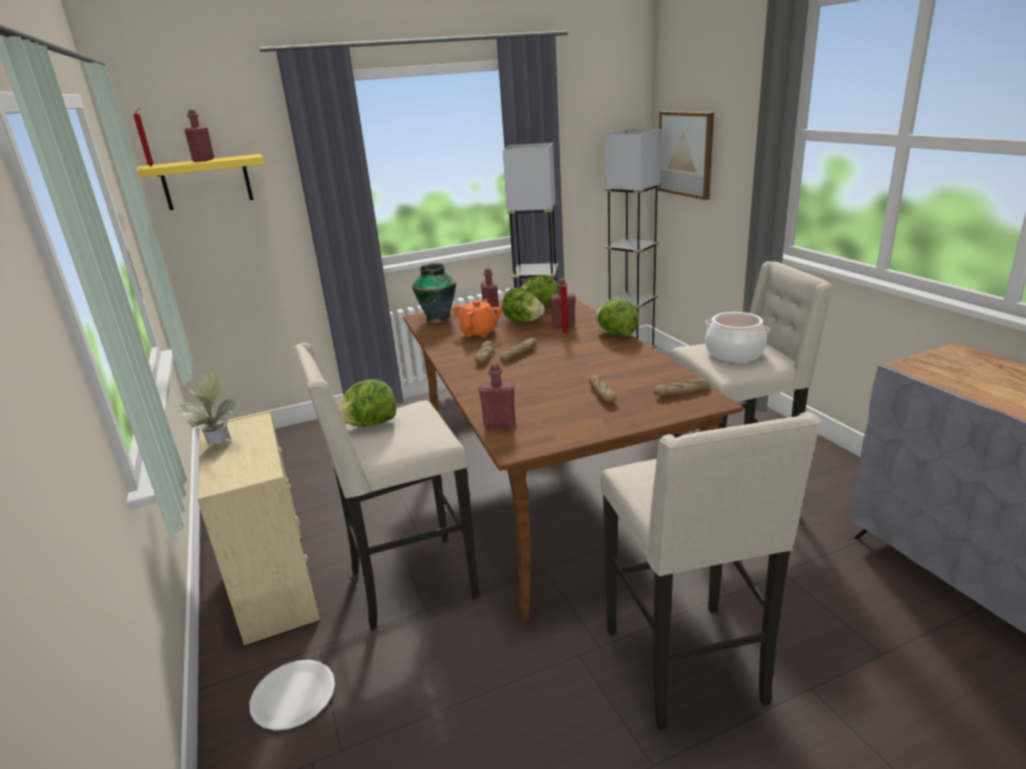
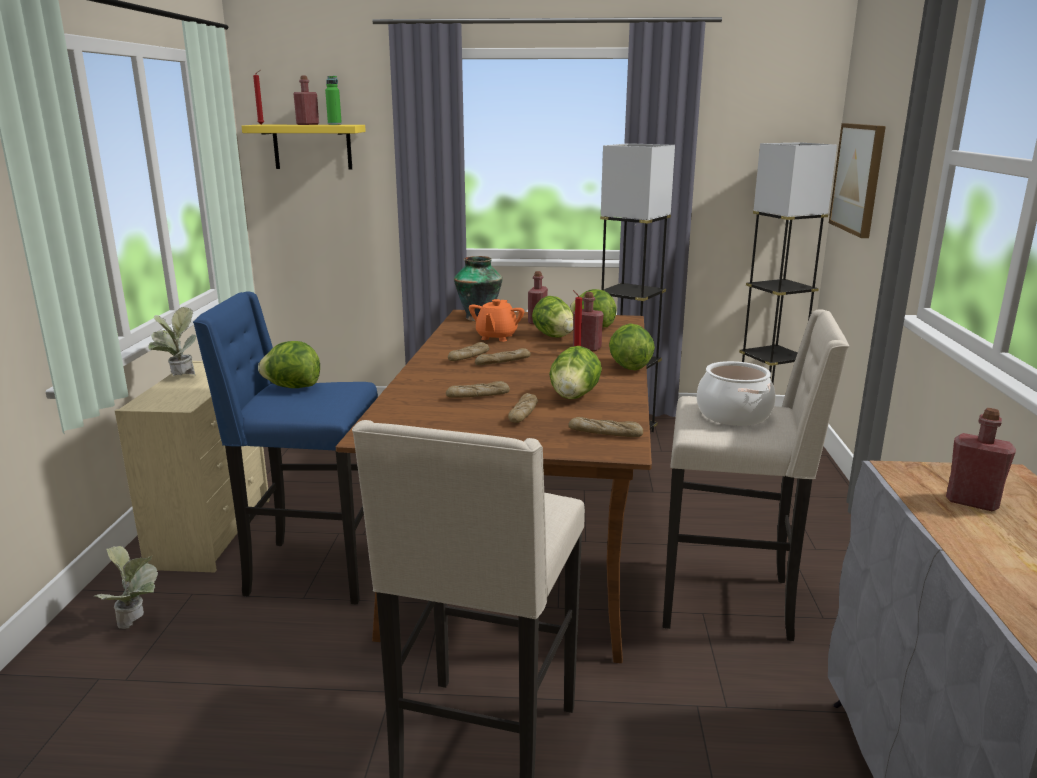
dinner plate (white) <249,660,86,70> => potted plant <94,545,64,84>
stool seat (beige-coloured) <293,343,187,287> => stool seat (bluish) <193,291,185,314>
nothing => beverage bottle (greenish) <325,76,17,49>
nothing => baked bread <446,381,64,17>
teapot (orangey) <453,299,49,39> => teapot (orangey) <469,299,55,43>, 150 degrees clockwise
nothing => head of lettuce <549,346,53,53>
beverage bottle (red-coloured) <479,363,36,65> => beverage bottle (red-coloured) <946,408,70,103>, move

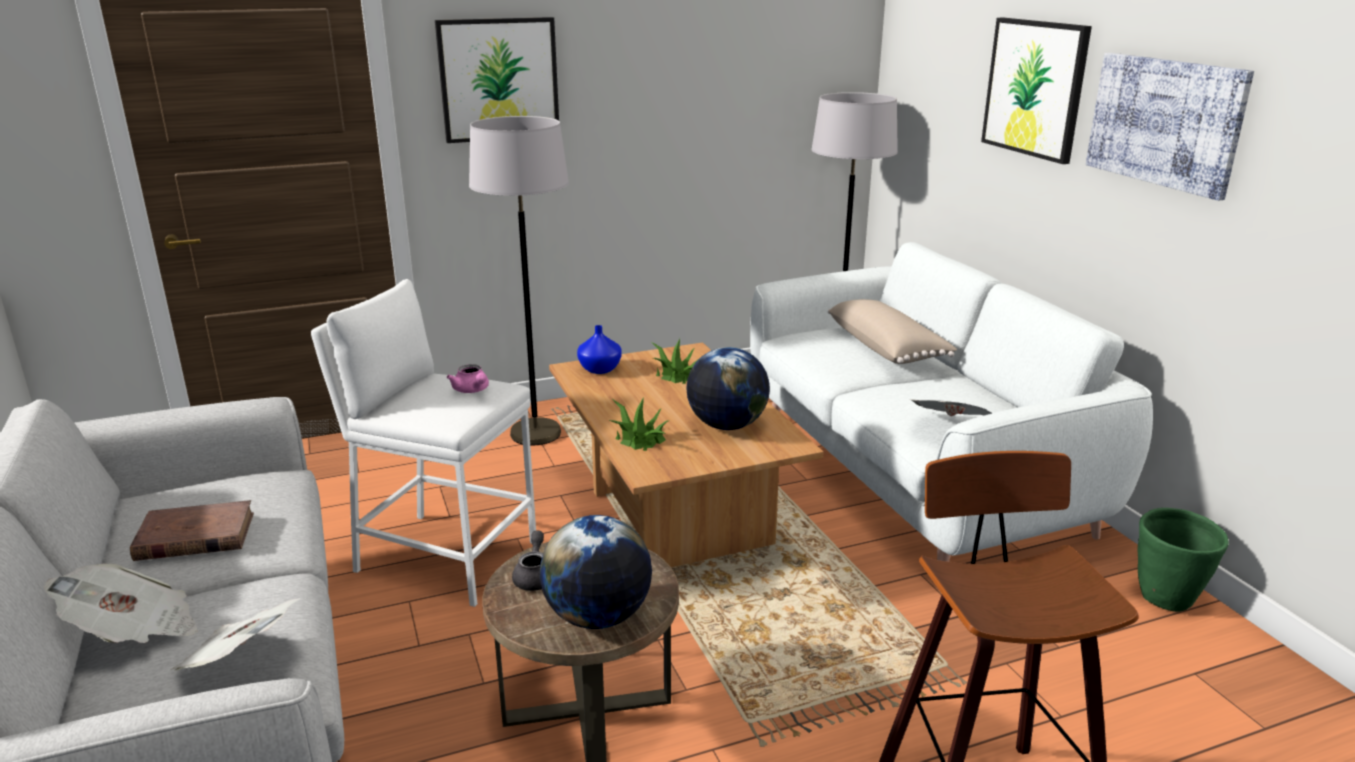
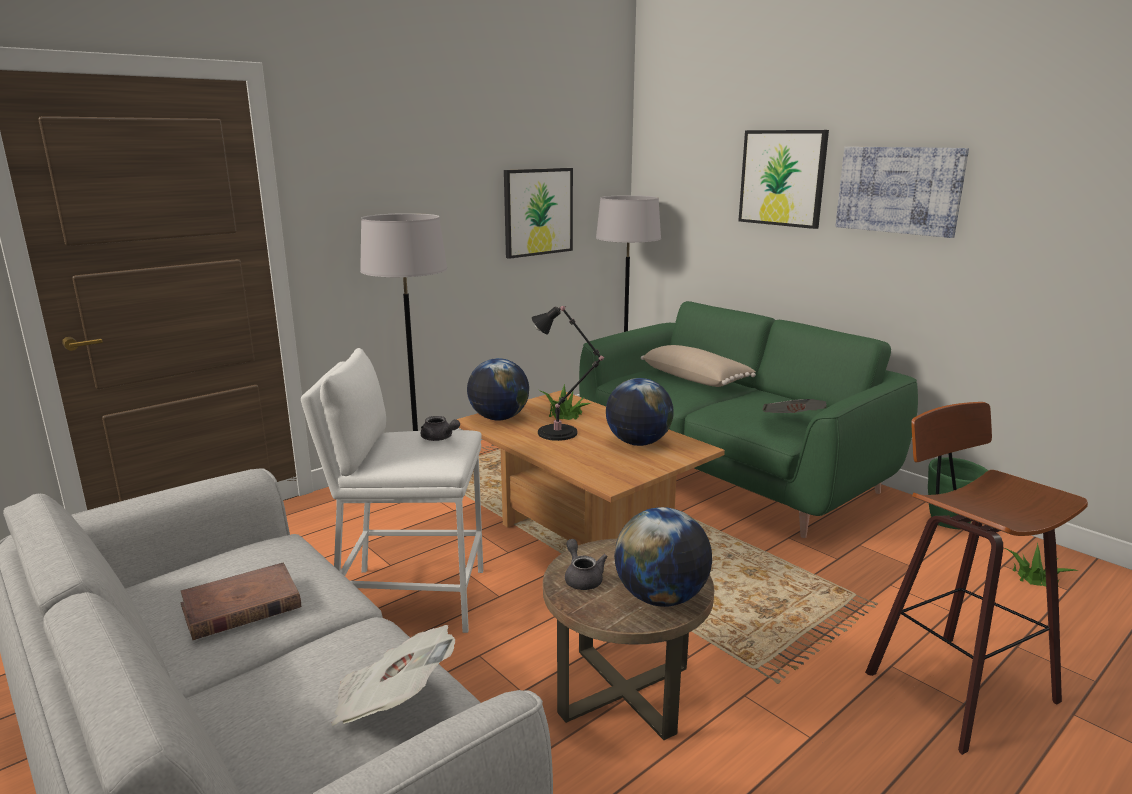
teapot (pink-coloured) <447,364,42,29> => teapot (gray) <421,416,39,25>
vase (bluish) <577,325,45,49> => world globe <467,358,62,62>
wall picture <435,17,124,126> => wall picture <504,168,69,91>, move
nothing => tabletop lamp (black-coloured) <532,306,73,135>
couch (white) <750,242,403,320> => couch (greenish) <579,301,339,237>
potted plant <608,397,61,54> => potted plant <1003,543,75,44>, move
newspaper <44,563,154,80> => nothing

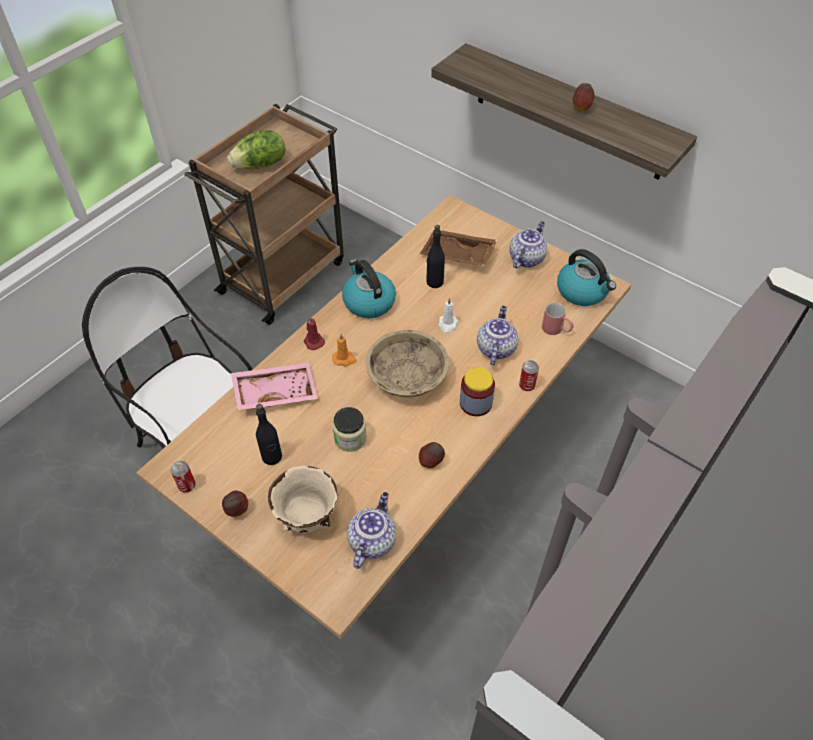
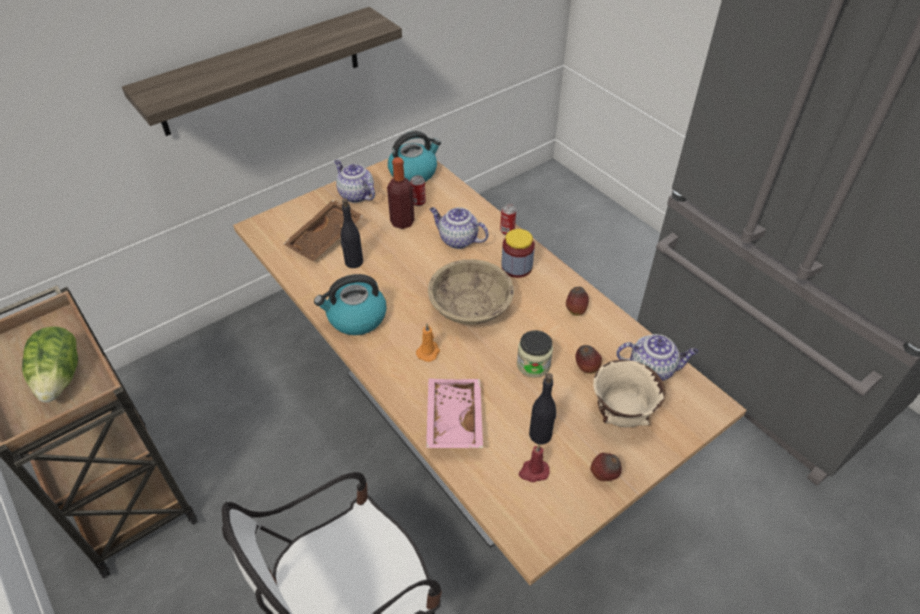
nothing => beverage bottle <387,157,28,72>
metal can <171,461,25,32> => metal can <410,175,16,31>, move
wax candle (red-coloured) <304,316,21,34> => wax candle (red-coloured) <519,444,31,38>, move
apple fruit <572,83,23,29> => apple fruit <576,345,26,29>, move
teapot <347,492,49,77> => teapot <616,334,82,47>, 150 degrees clockwise
wax candle (white) <438,298,20,36> => nothing
tea mug (red-coloured) <542,303,32,32> => nothing

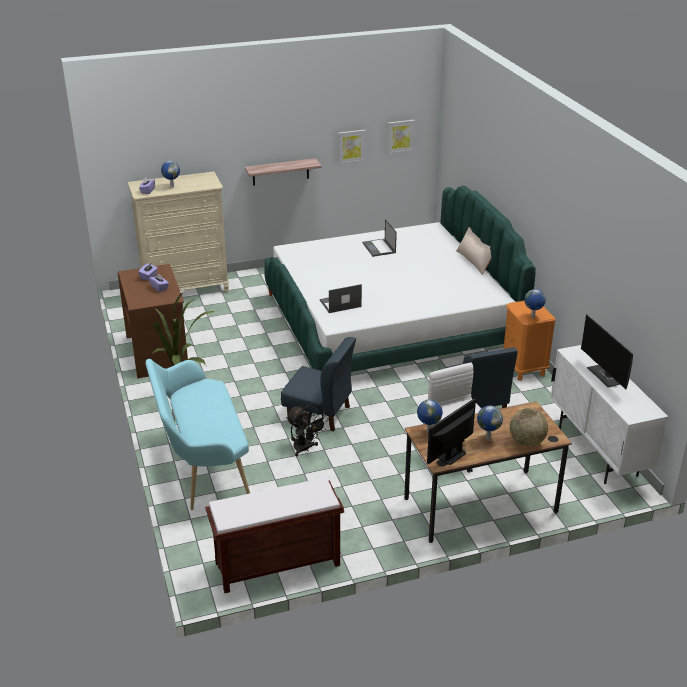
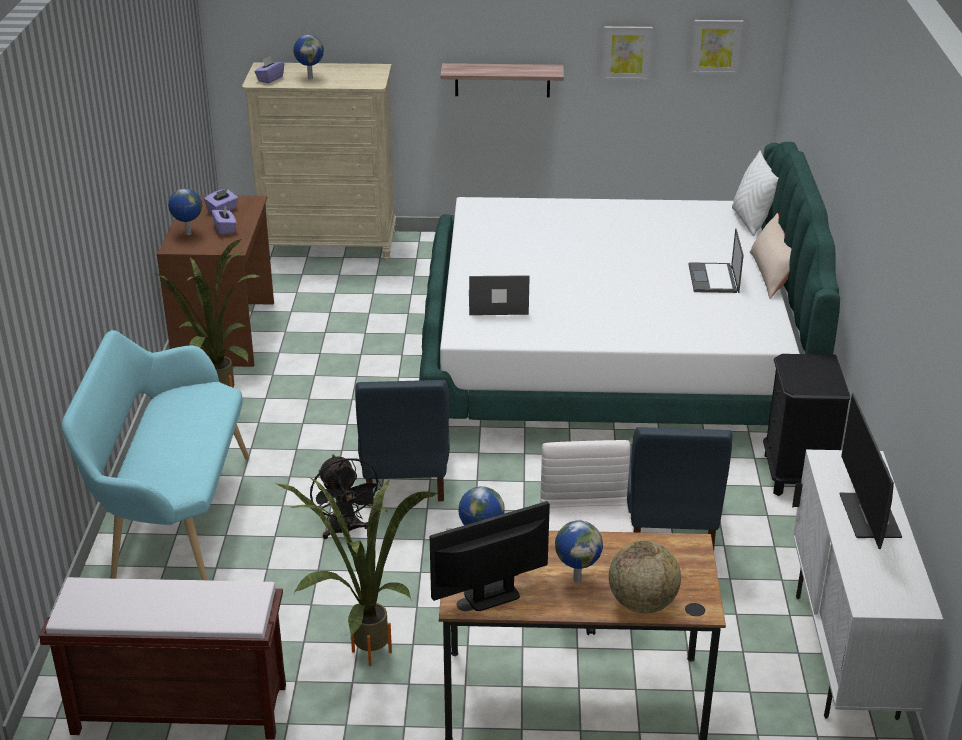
world globe <524,289,22,29> => world globe <168,188,34,47>, move
nothing => potted plant <277,477,161,189>
plain chair (bluish) <281,337,75,94> => plain chair (bluish) <355,380,95,125>, 45 degrees clockwise
portable computer <362,219,35,38> => portable computer <689,228,55,65>, move
nothing => throw pillow (white) <732,150,47,86>
night table (orangey) <503,301,53,80> => night table (black-coloured) <763,354,87,142>

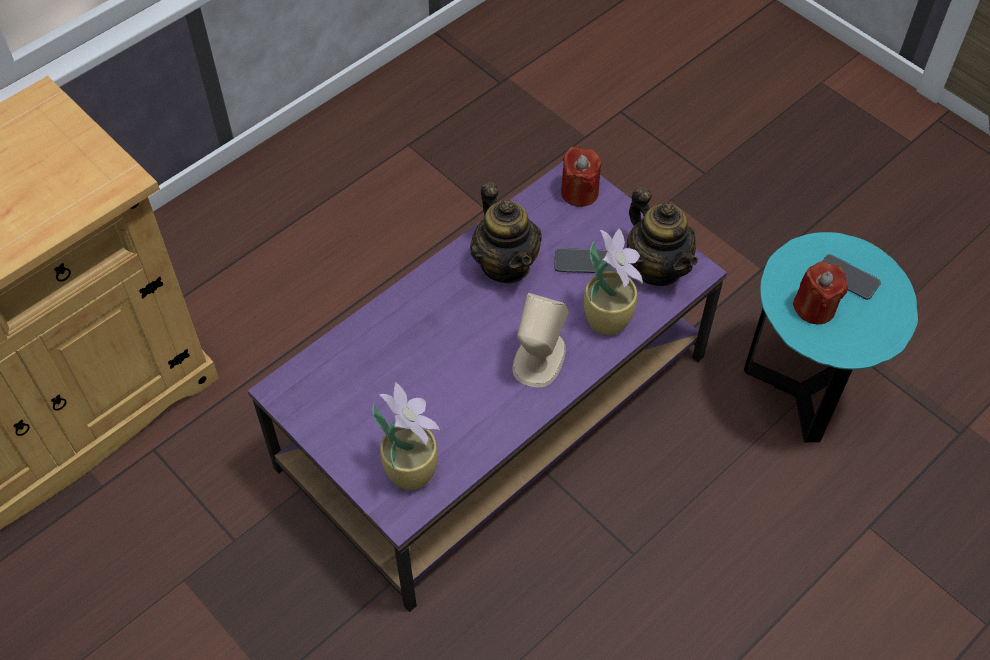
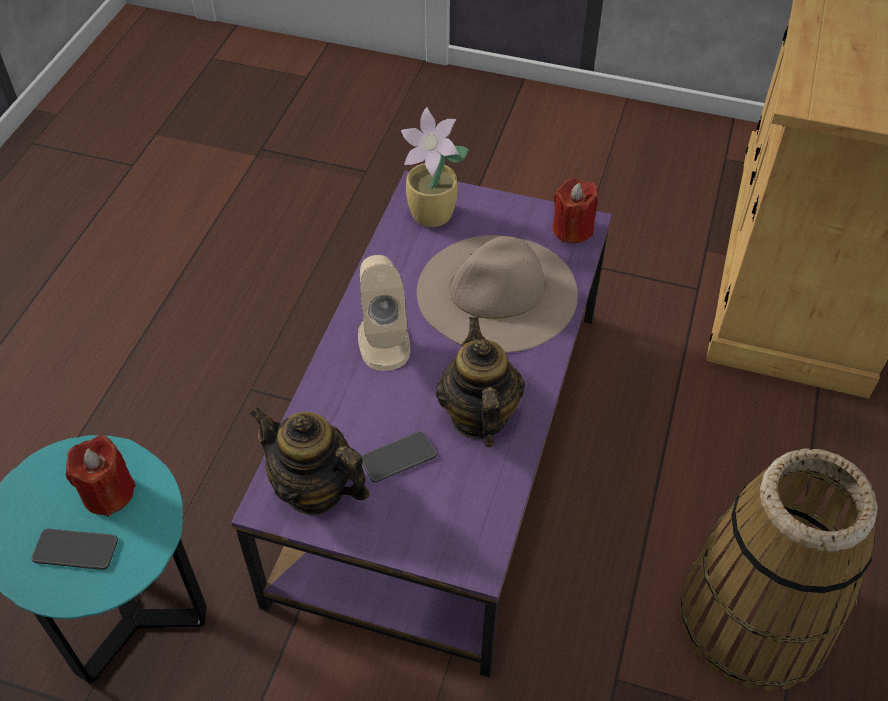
nothing => clothing hat (beige-coloured) <417,235,161,118>
teapot <470,182,72,101> => teapot <436,317,89,131>, 45 degrees clockwise
wax candle (red-coloured) <561,146,41,61> => wax candle (red-coloured) <553,179,45,64>, move
nothing => storage basket <679,448,199,244>
potted plant <584,229,59,106> => nothing

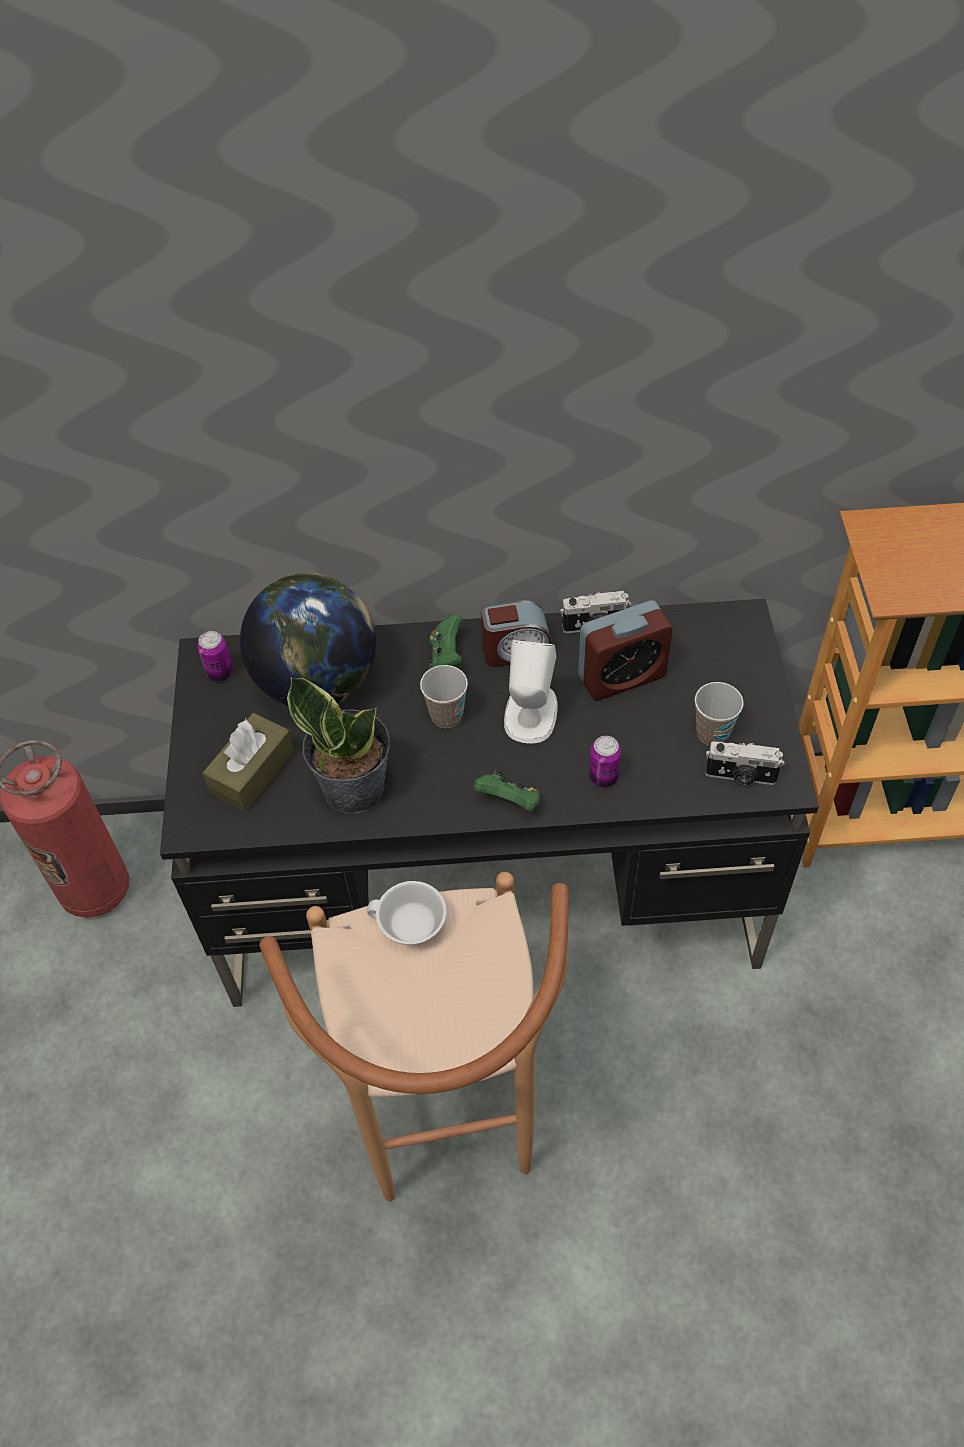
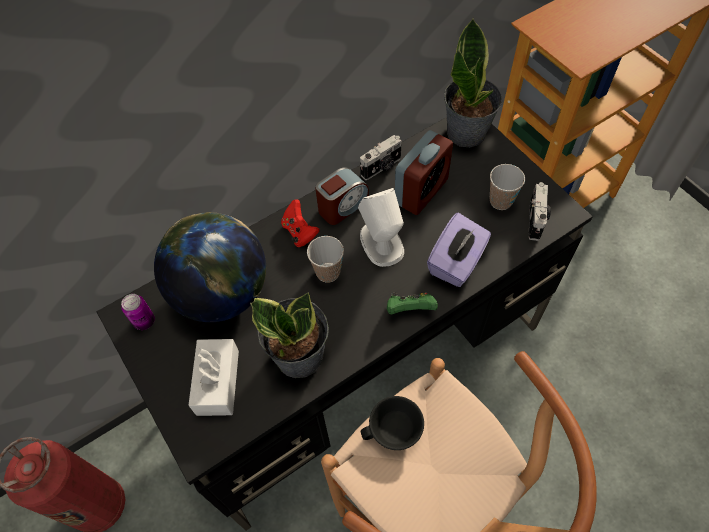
box of tissues (brown) <202,713,92,99> => box of tissues (white) <188,339,51,77>
gamepad (greenish) <428,614,34,55> => gamepad (red-coloured) <281,199,39,48>
drinking cup (white) <367,881,80,64> => drinking cup (black-coloured) <361,396,63,54>
metal can <589,736,32,51> => box of tissues (purple-coloured) <427,213,64,74>
nothing => potted plant <444,18,59,129>
still camera <706,741,79,44> => still camera <528,182,23,59>, 60 degrees counterclockwise

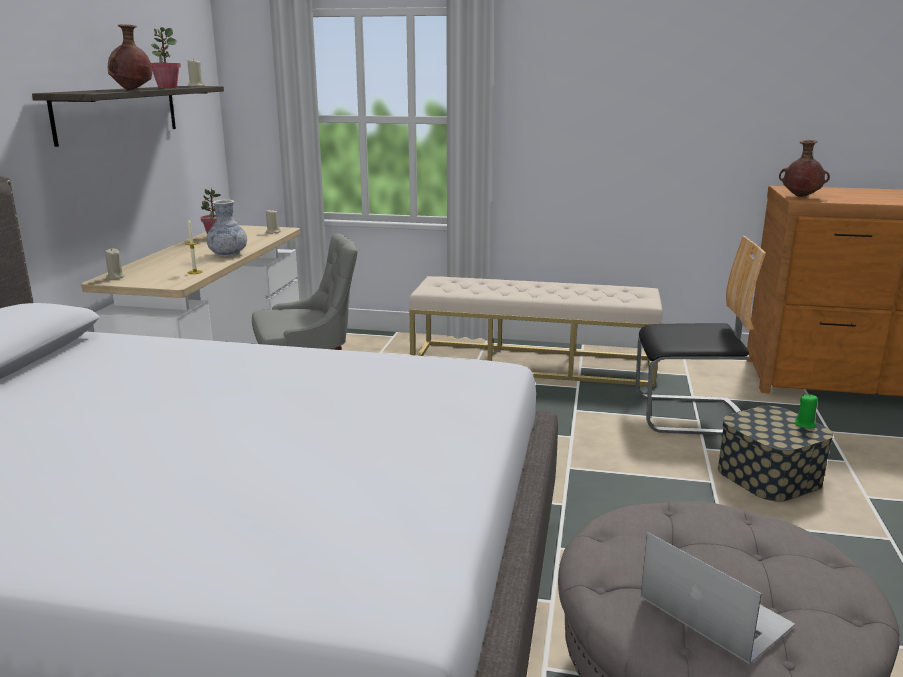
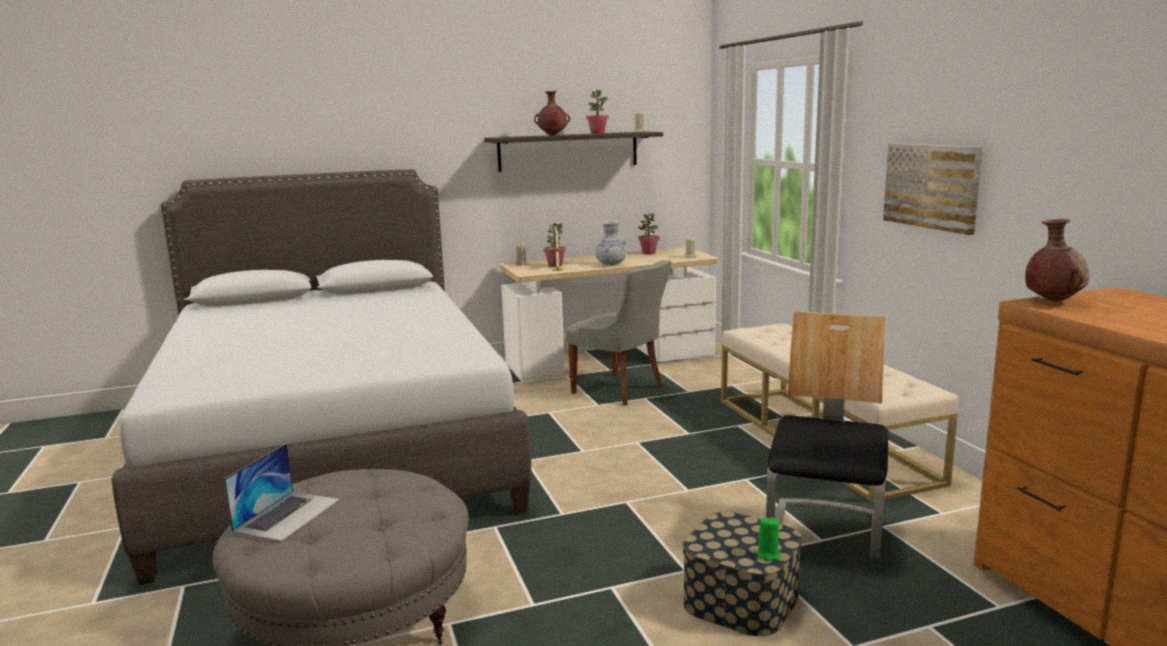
nothing => potted plant <544,223,22,44>
plain chair <636,236,130,199> => plain chair <766,311,122,255>, 135 degrees counterclockwise
nothing => wall picture <883,143,100,92>

